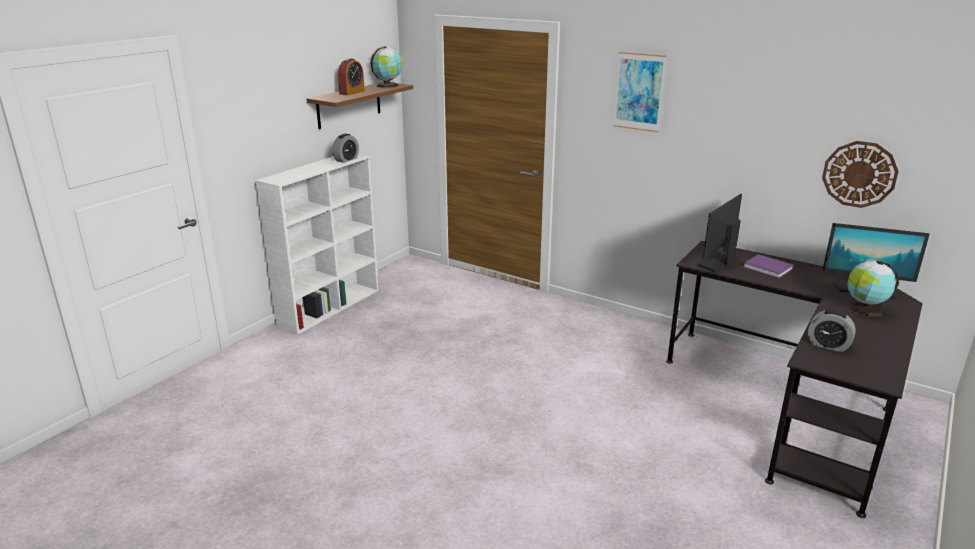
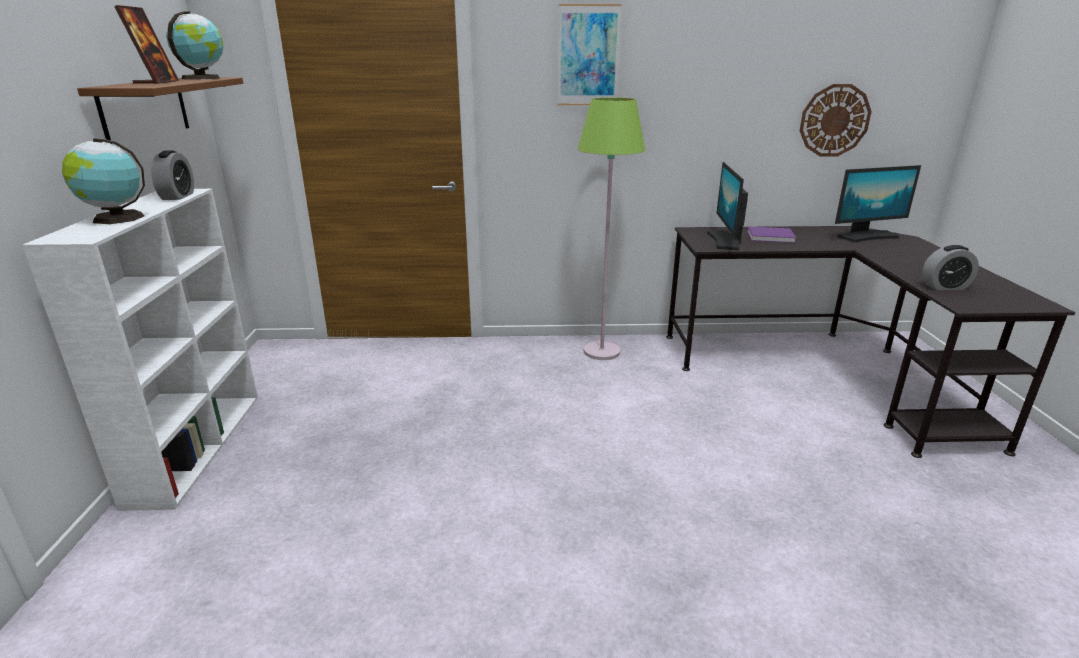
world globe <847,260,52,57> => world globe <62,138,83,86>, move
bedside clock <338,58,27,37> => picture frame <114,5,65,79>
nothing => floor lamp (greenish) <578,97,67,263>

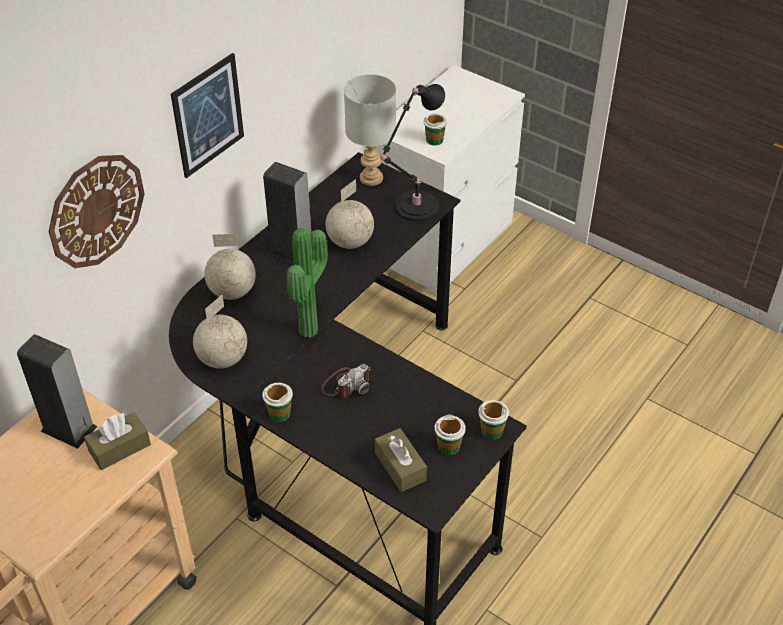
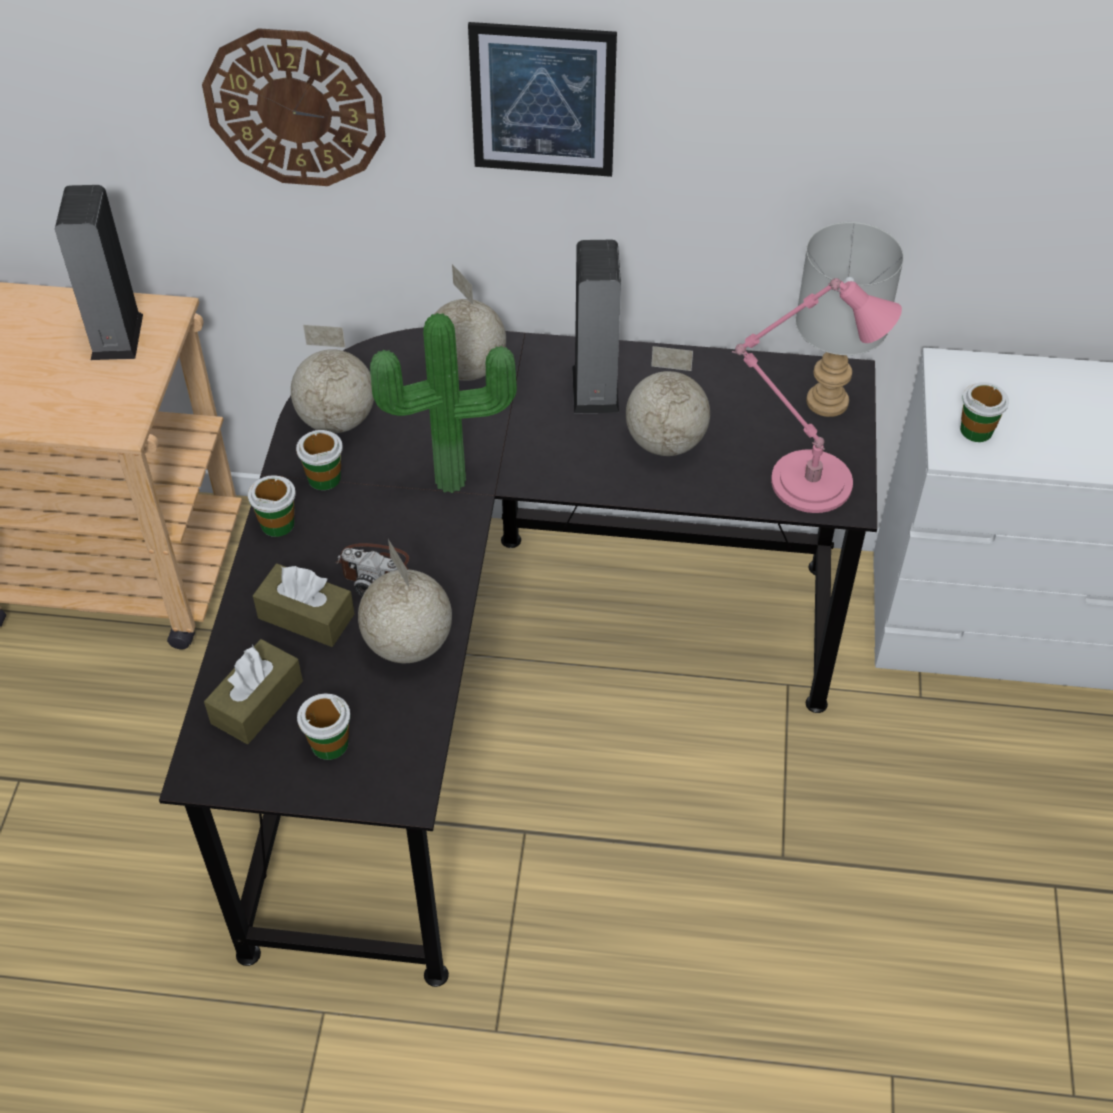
box of tissues (brown) <84,412,67,58> => box of tissues (brown) <253,563,102,84>, move
drinking cup <478,400,31,40> => drinking cup <296,430,47,60>, move
nothing => world globe <358,539,94,124>
tabletop lamp (black-coloured) <380,84,65,137> => tabletop lamp (pink-coloured) <732,278,170,235>

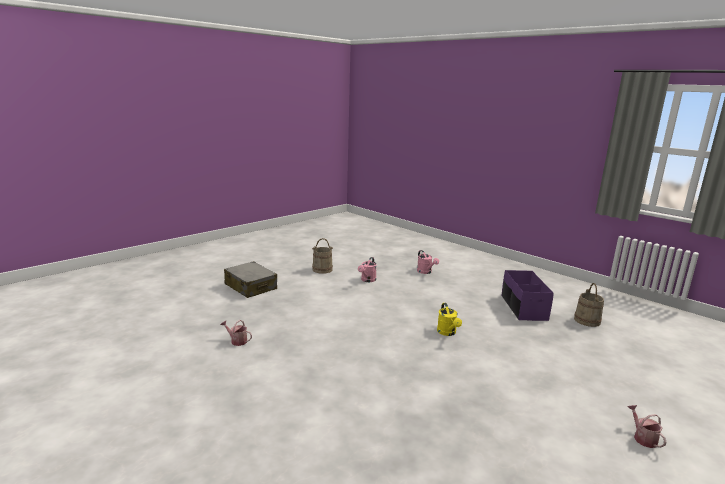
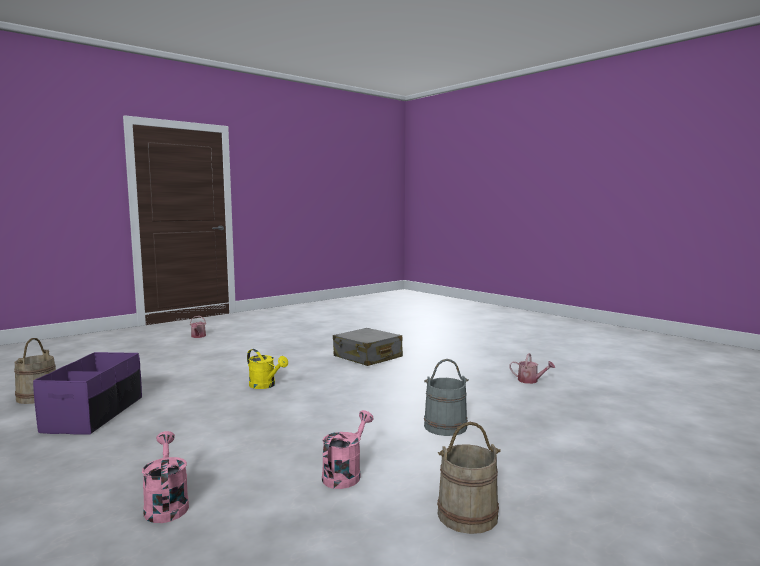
sprinkling can (yellow-coloured) <437,303,25,33> => sprinkling can (yellow-coloured) <247,349,41,40>, 135 degrees clockwise
travel case (gray) <224,261,53,37> => travel case (gray) <333,328,70,38>, move
nothing => water bucket (gray) <424,359,45,77>

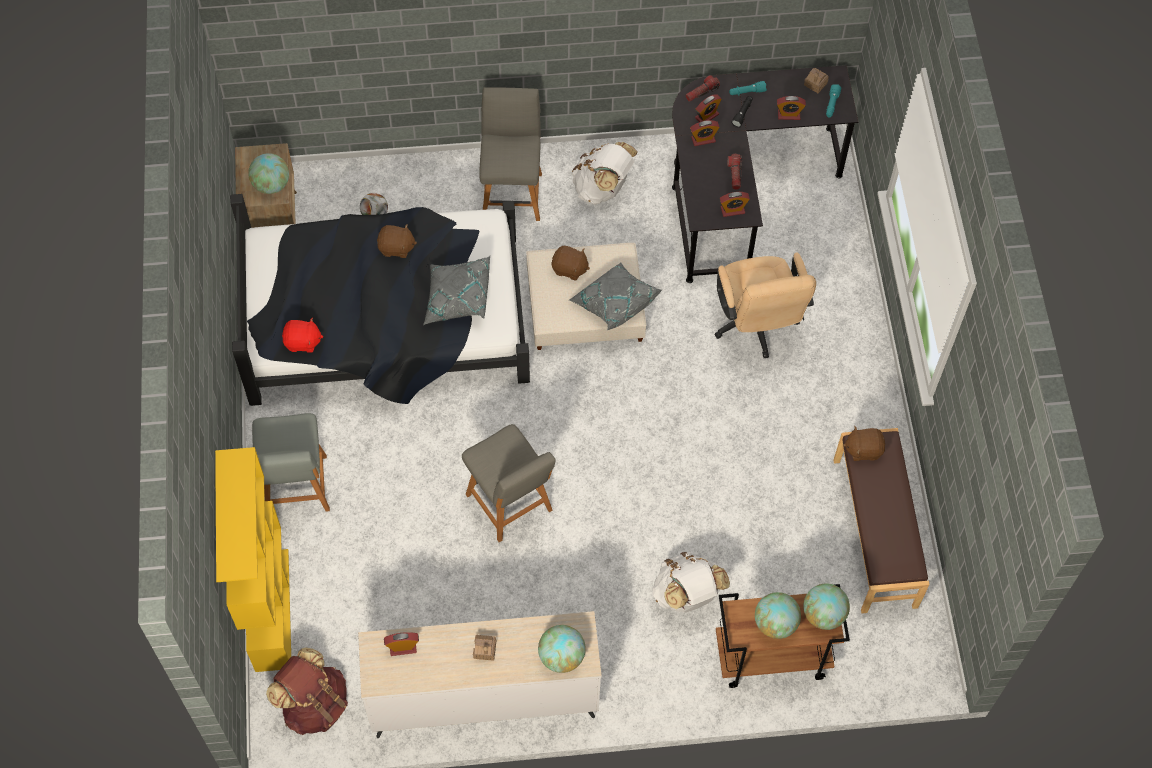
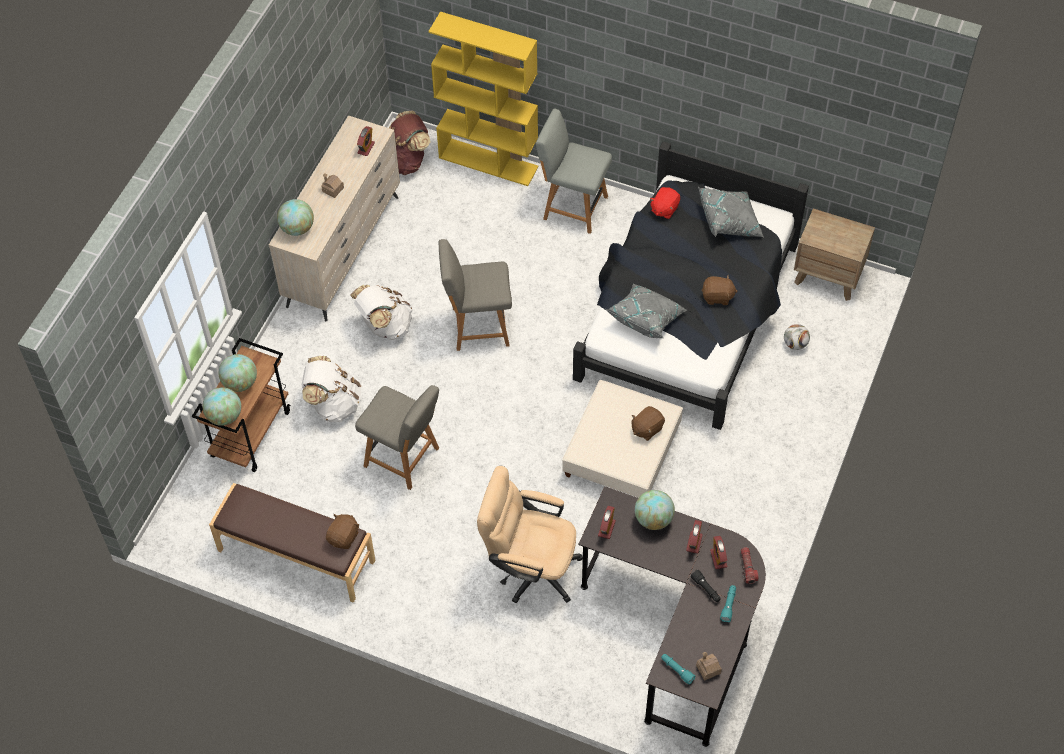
knapsack (white) <572,142,66,63> => knapsack (white) <350,285,63,55>, move
plain chair (gray) <479,88,63,133> => plain chair (gray) <355,385,84,105>, move
world globe <248,153,41,41> => world globe <635,490,40,40>, move
throw pillow (gray) <569,263,94,67> => throw pillow (gray) <698,187,66,50>, move
soft toy (brown) <377,224,40,34> => soft toy (brown) <702,275,36,30>, 120 degrees counterclockwise
torch <727,154,15,36> => nothing
bedside clock <777,96,29,24> => nothing

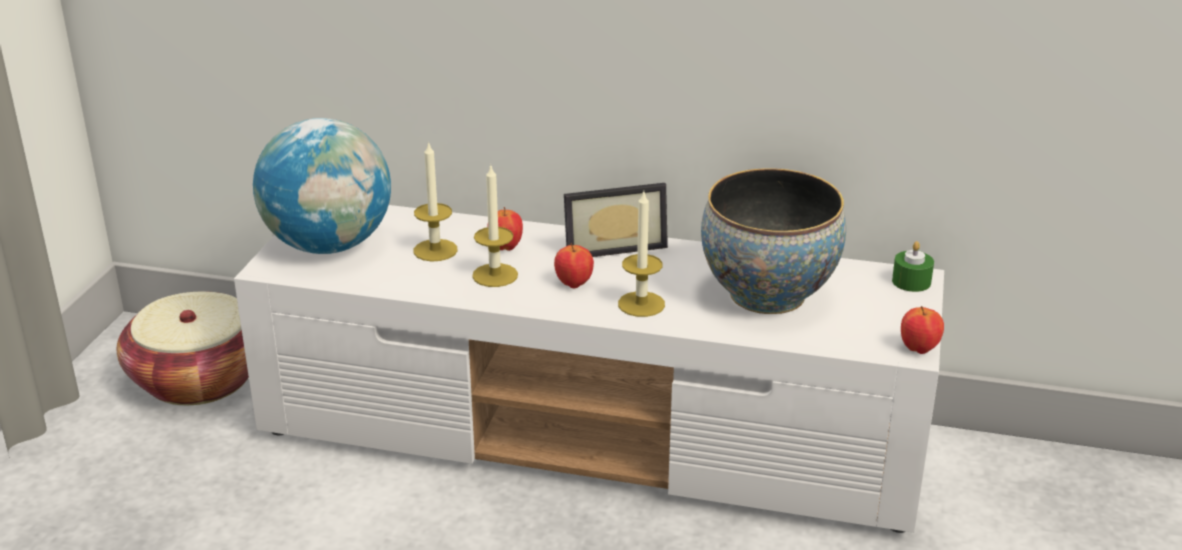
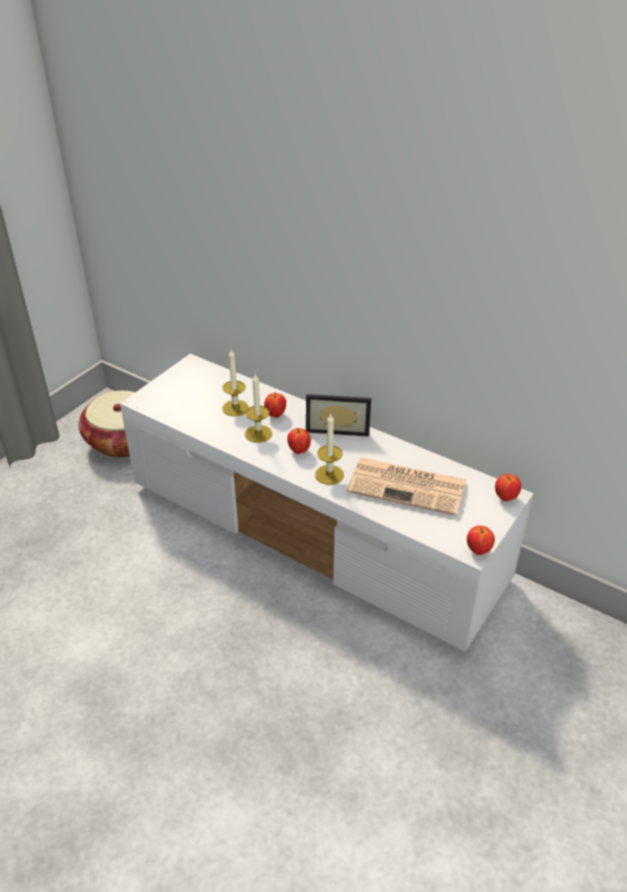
serving bowl <701,168,145,146> => newspaper <347,458,119,58>
wax candle (greenish) <892,241,42,51> => apple fruit <495,474,26,27>
world globe <253,118,138,136> => nothing

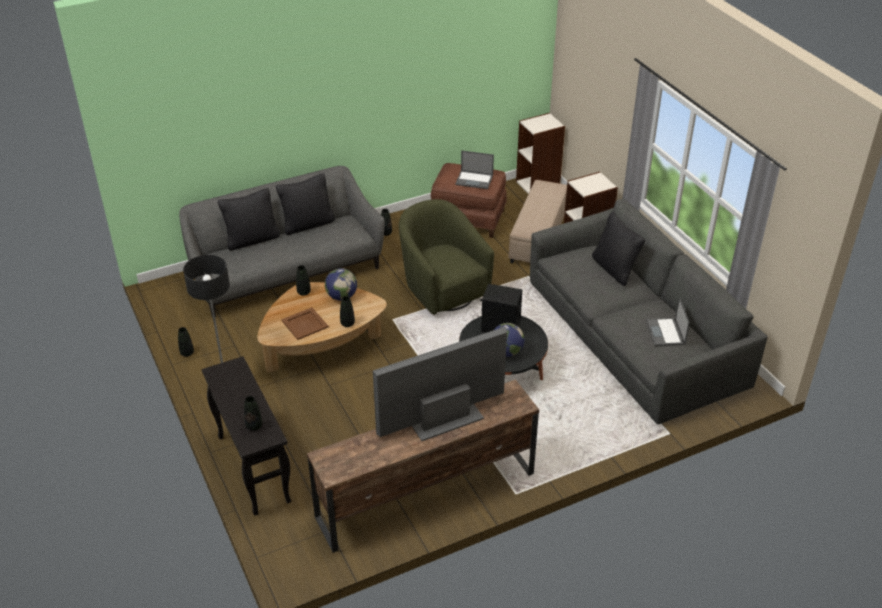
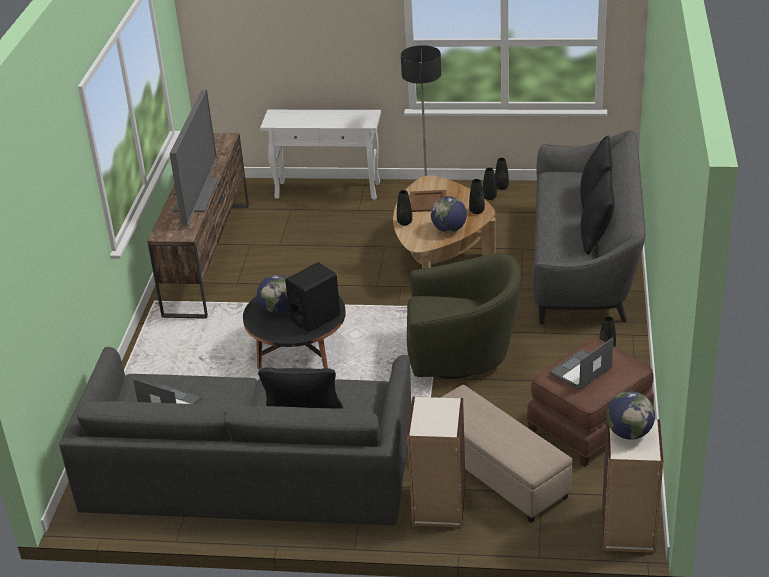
narrow table (black-coloured) <202,356,89,160> => narrow table (white) <260,109,121,91>
vase (black-coloured) <244,396,18,35> => vase (black-coloured) <483,168,14,32>, move
nothing => world globe <606,391,49,49>

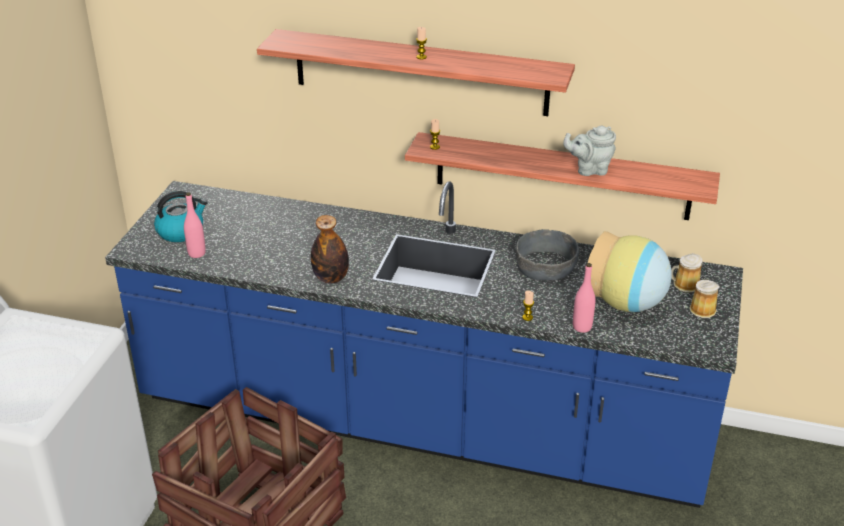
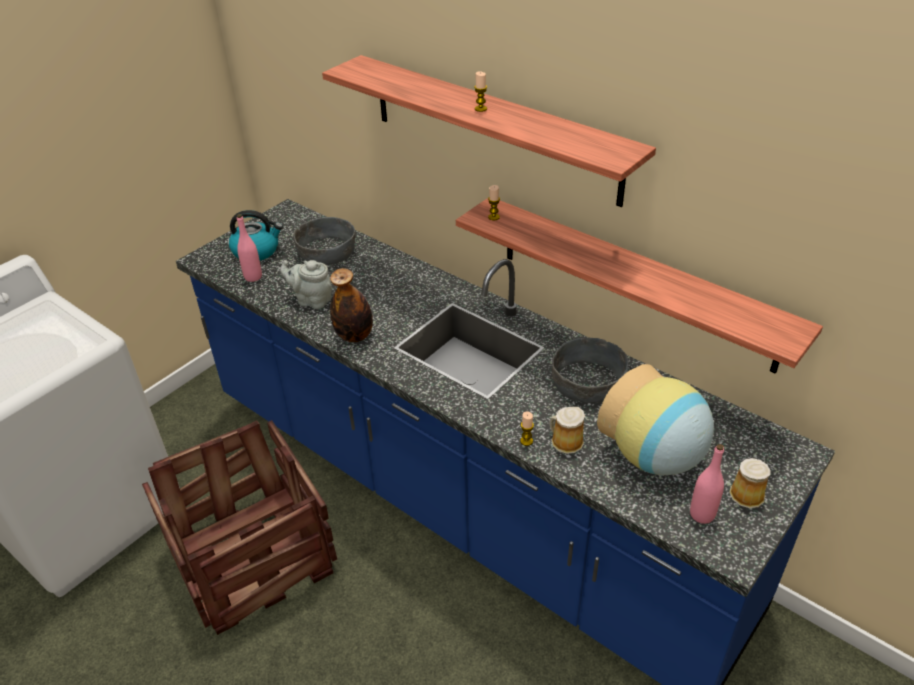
teapot (gray) <563,126,53,50> => teapot (gray) <280,260,52,49>, move
nothing => serving bowl (gray) <294,217,62,48>
tea mug <671,253,32,40> => tea mug <549,407,36,47>, move
beverage bottle (pink-coloured) <573,263,22,70> => beverage bottle (pink-coloured) <690,444,34,80>, move

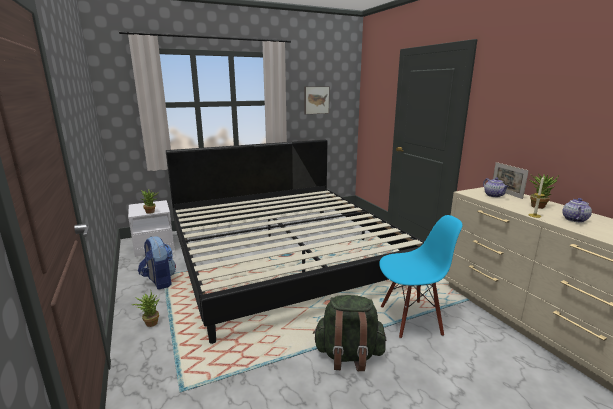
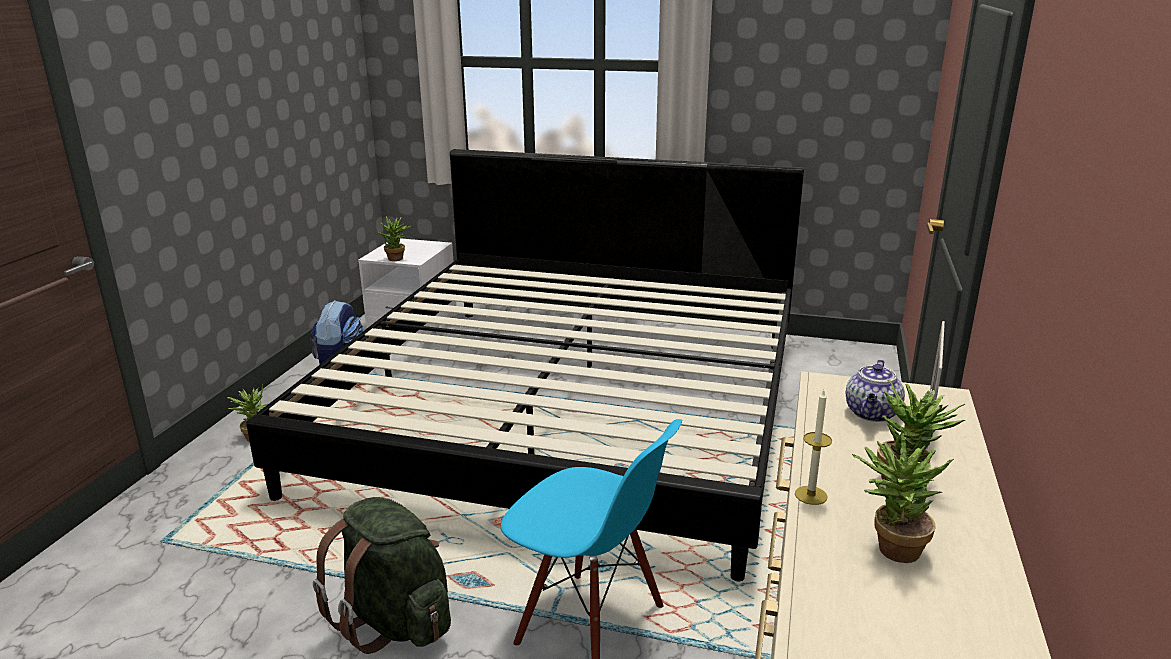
teapot <562,198,30,24> => potted plant <852,428,102,135>
wall picture <304,86,26,28> => nothing

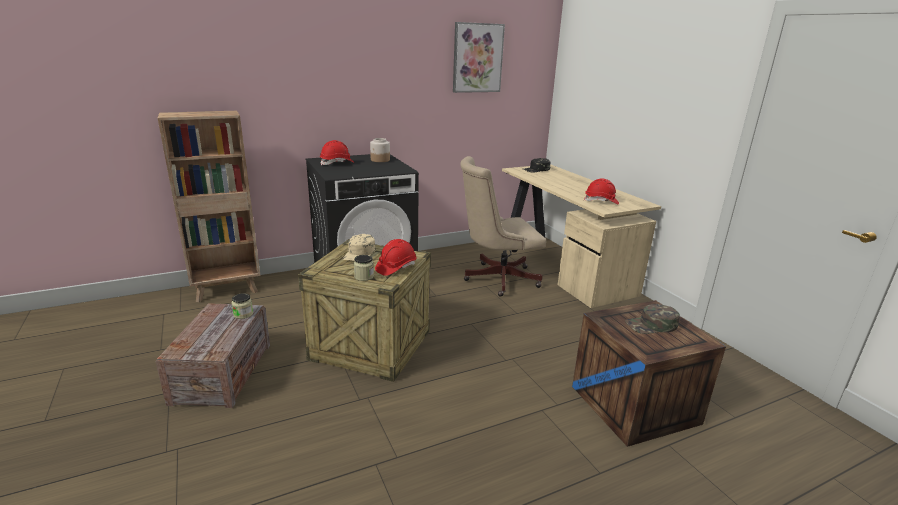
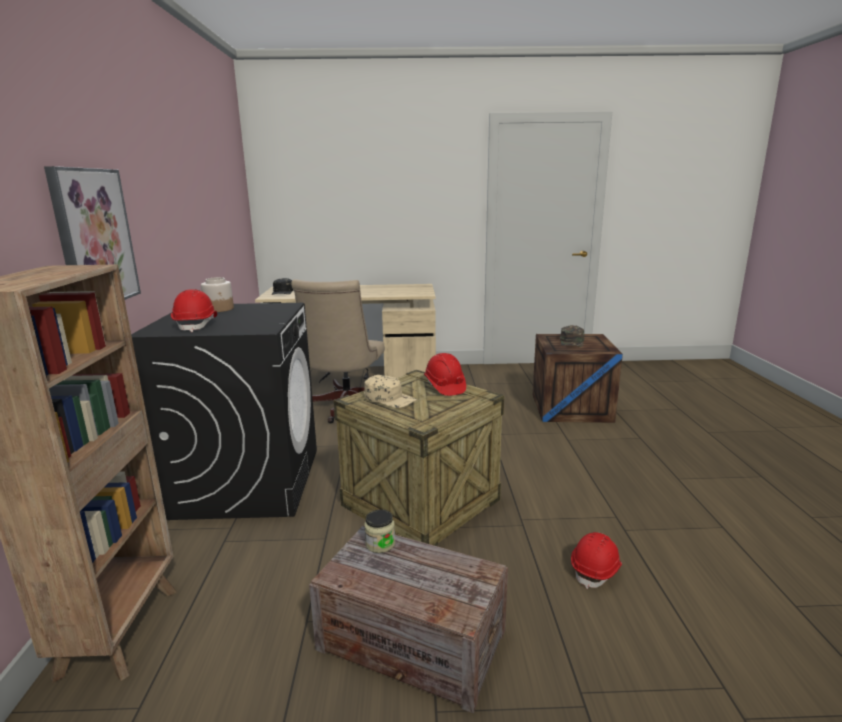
wall picture <453,22,52,71> => wall picture <44,166,97,134>, move
safety helmet (red-coloured) <584,179,35,25> => safety helmet (red-coloured) <571,532,51,57>, move
jar <354,255,20,26> => nothing

